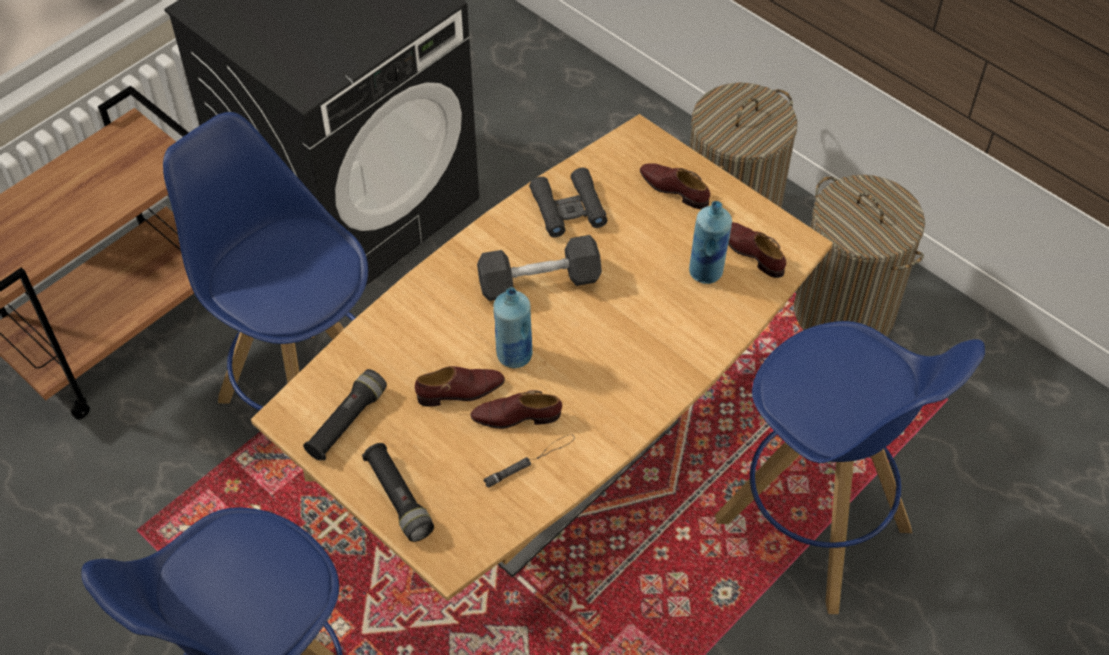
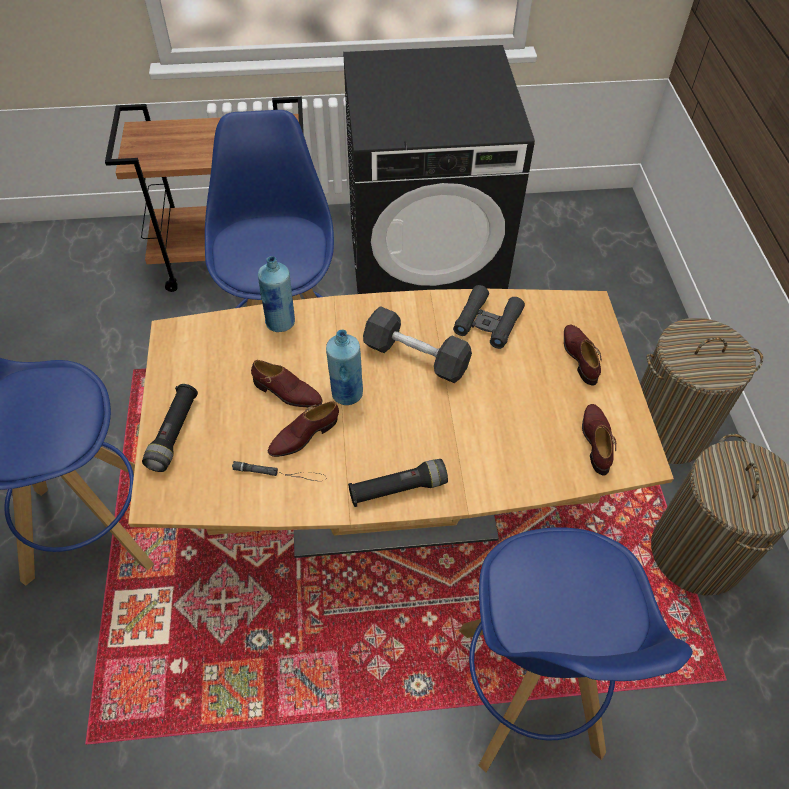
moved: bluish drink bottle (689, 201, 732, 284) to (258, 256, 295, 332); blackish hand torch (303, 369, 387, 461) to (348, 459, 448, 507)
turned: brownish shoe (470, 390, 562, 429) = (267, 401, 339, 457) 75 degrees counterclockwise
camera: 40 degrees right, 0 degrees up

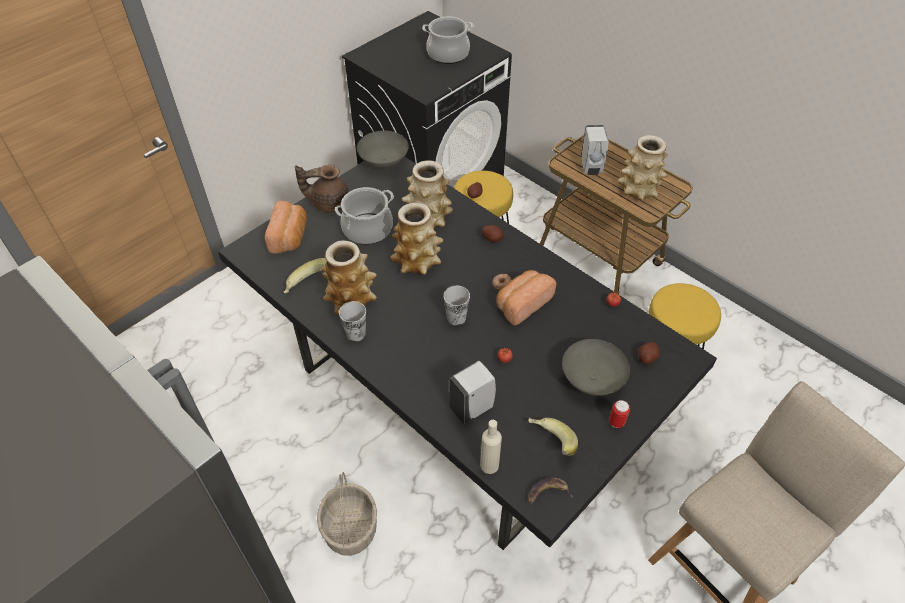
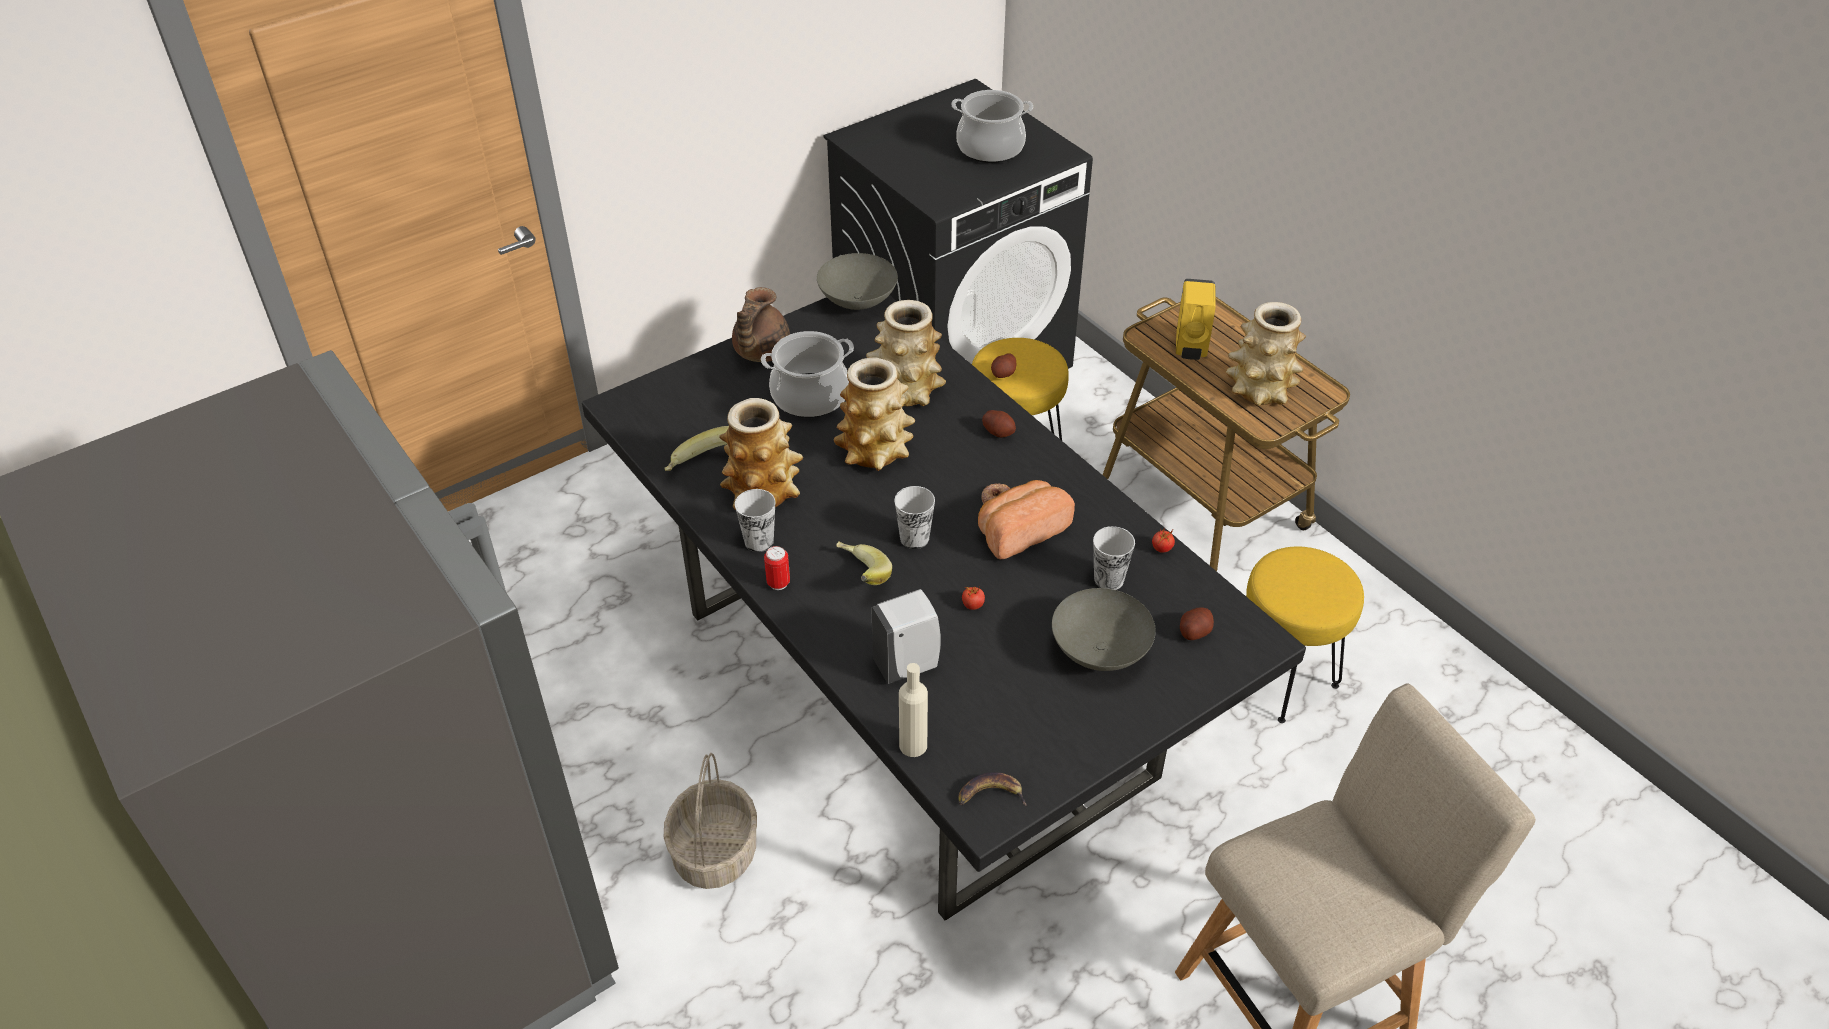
removed: bread (265, 201, 307, 254)
added: small cup (1093, 526, 1135, 590)
moved: can (609, 400, 630, 428) to (764, 546, 790, 590); banana fruit (528, 418, 578, 455) to (836, 541, 892, 585)
recoloured: whitish soap dispenser (581, 125, 609, 175) to yellowish soap dispenser (1176, 279, 1215, 360)
turned: brownish tea pot (295, 165, 349, 212) = (732, 287, 790, 362) 75 degrees counterclockwise
camera: 10 degrees right, 5 degrees down

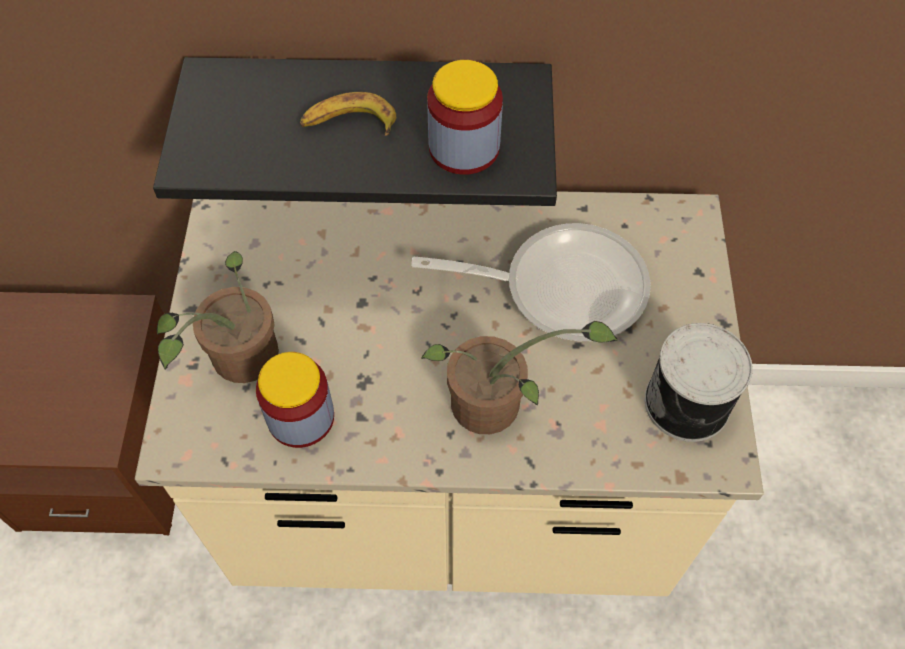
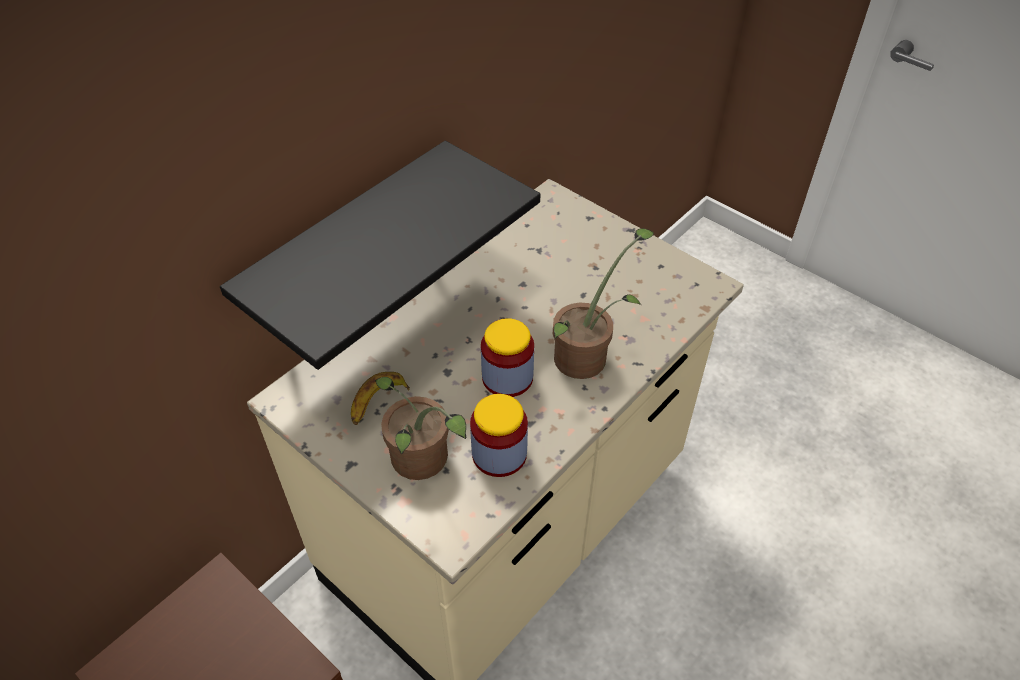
removed: skillet (411, 223, 651, 341); can (644, 323, 753, 442)
moved: banana fruit (300, 92, 396, 136) to (351, 372, 410, 425); preserve jar (427, 60, 503, 175) to (481, 318, 534, 397)
camera: 50 degrees left, 10 degrees down

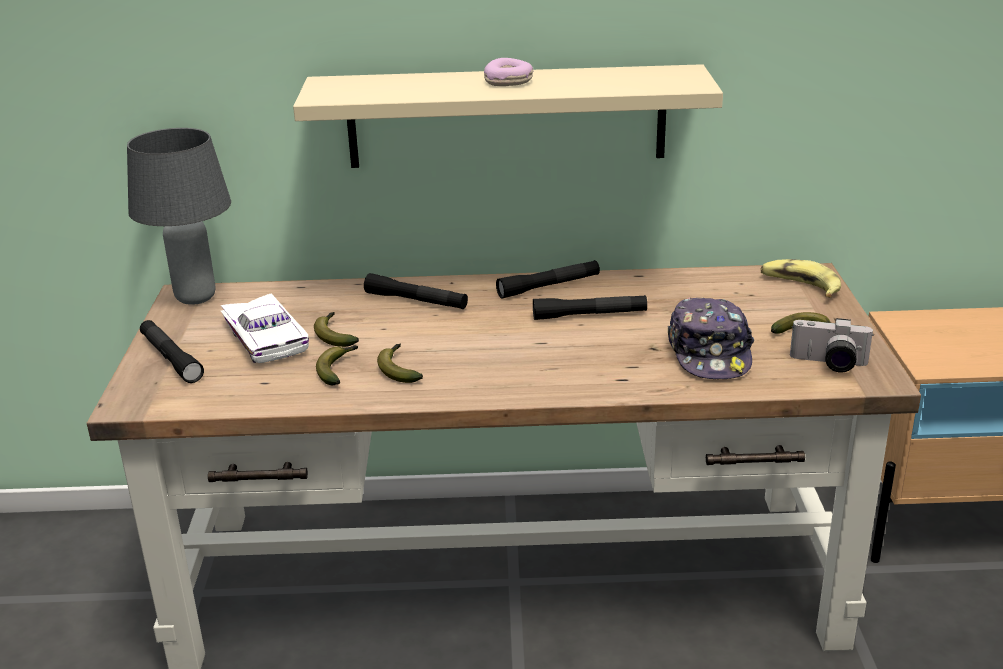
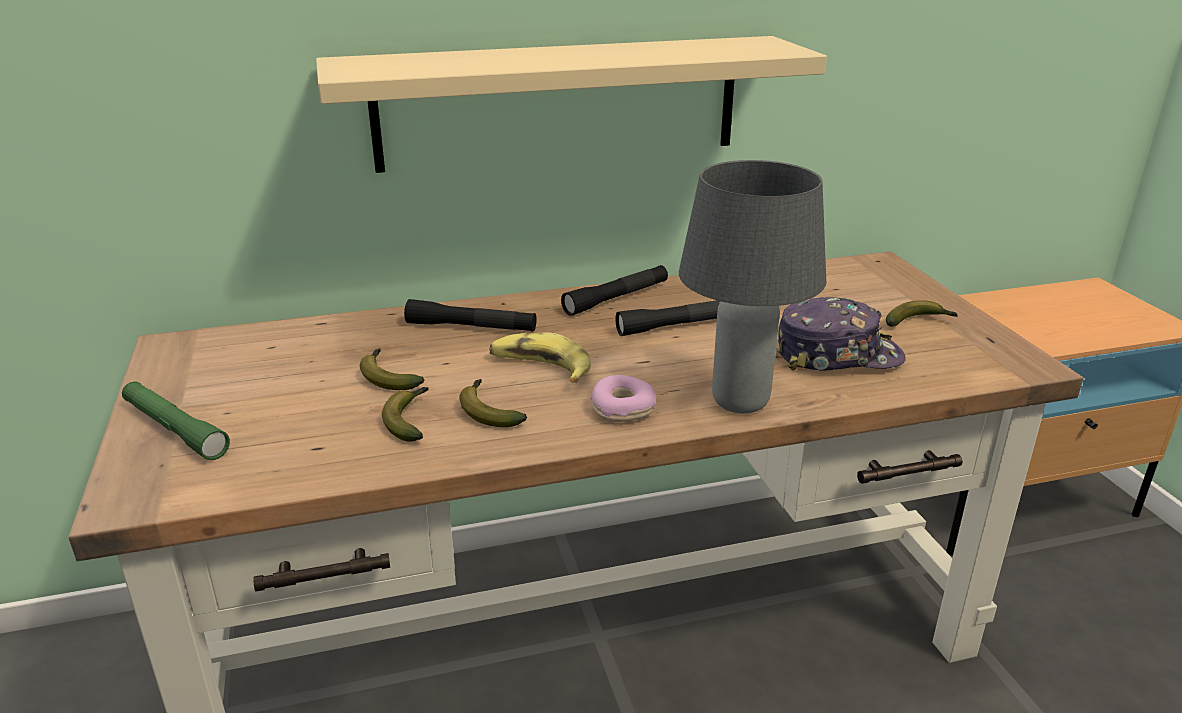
removed: whitish miniature car (221, 294, 309, 363); still camera (790, 318, 874, 373)
moved: banana fruit (761, 259, 841, 298) to (489, 333, 591, 383); doughnut (484, 58, 533, 86) to (590, 375, 656, 422); gray table lamp (127, 128, 231, 305) to (679, 160, 826, 413)
recoloured: blackish hand torch (140, 320, 204, 383) to greenish hand torch (122, 381, 230, 460)
turned: baseball cap (668, 297, 754, 379) = (776, 297, 906, 371) 75 degrees counterclockwise
camera: 15 degrees left, 0 degrees up

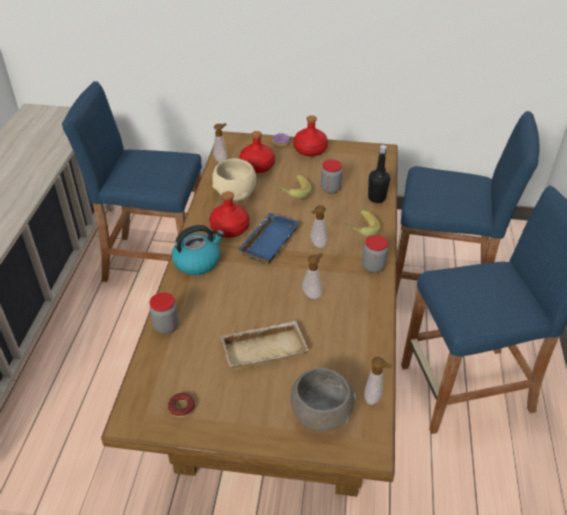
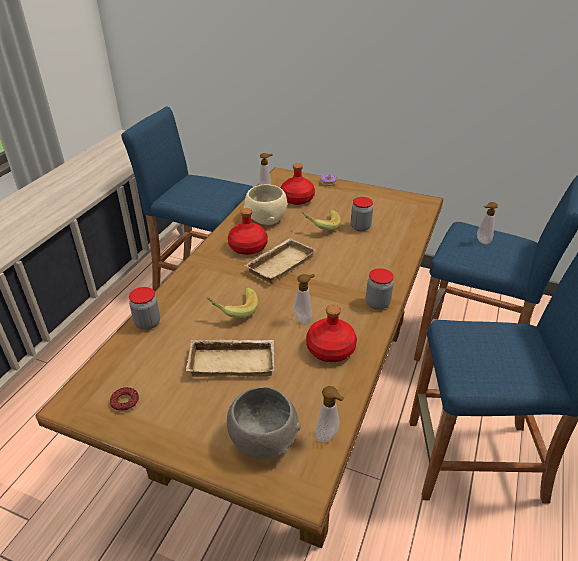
removed: kettle (172, 225, 224, 275); blackish drink bottle (368, 145, 390, 203)
moved: banana fruit (345, 210, 380, 237) to (206, 287, 258, 318); red drink bottle (293, 115, 328, 156) to (306, 305, 357, 362); soap dispenser (310, 205, 327, 248) to (477, 202, 498, 244)
recoloured: bluish tray (238, 213, 300, 264) to sand-coloured tray (245, 238, 315, 284)
camera: 15 degrees right, 5 degrees down

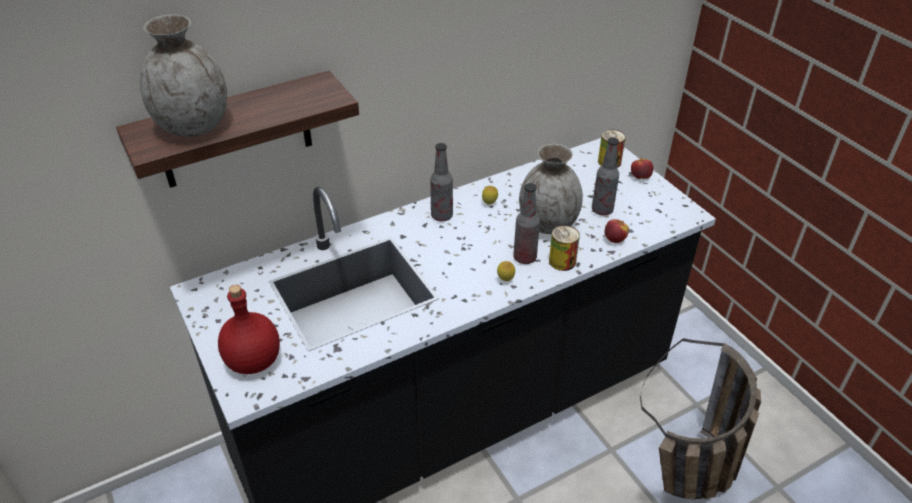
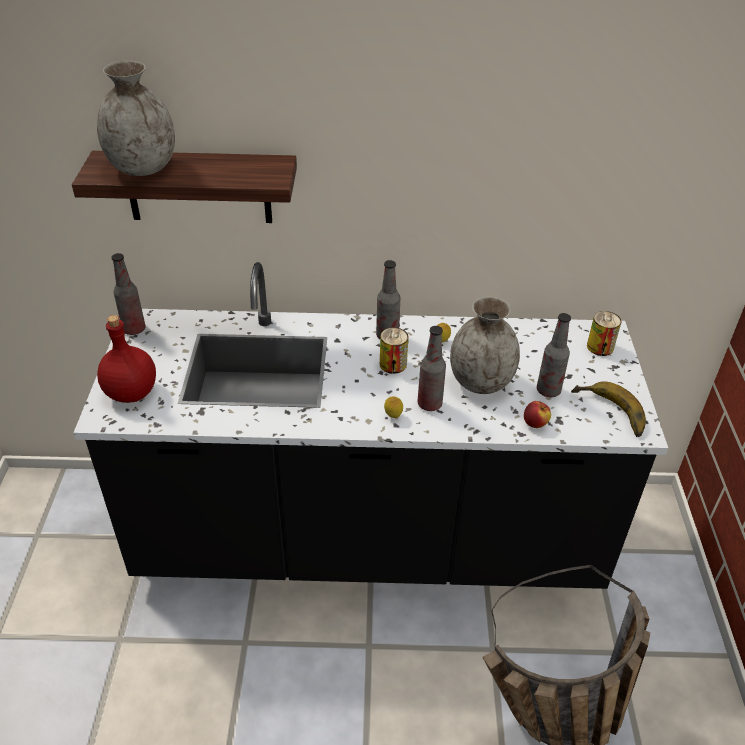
removed: apple fruit (631, 157, 653, 179)
added: drink bottle (111, 253, 146, 335); banana fruit (571, 381, 646, 437)
moved: can (549, 225, 580, 271) to (380, 328, 409, 374)
camera: 30 degrees right, 0 degrees up

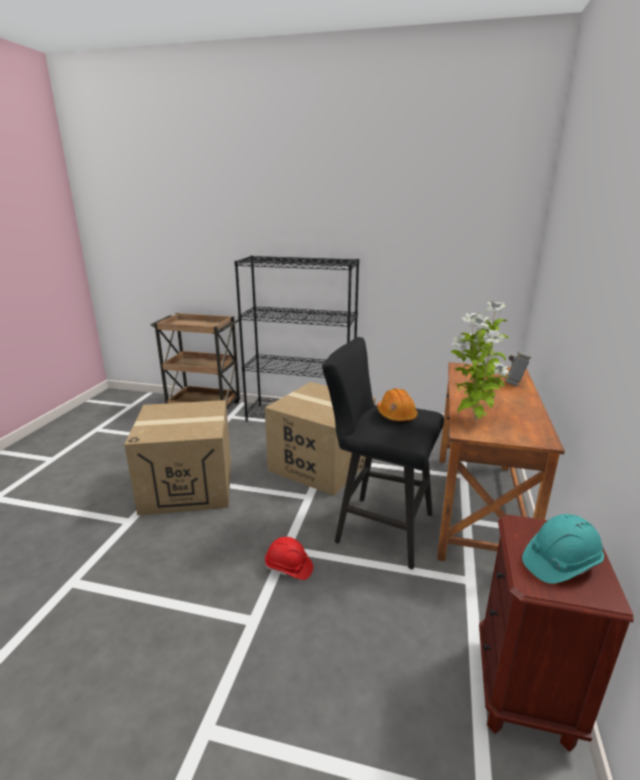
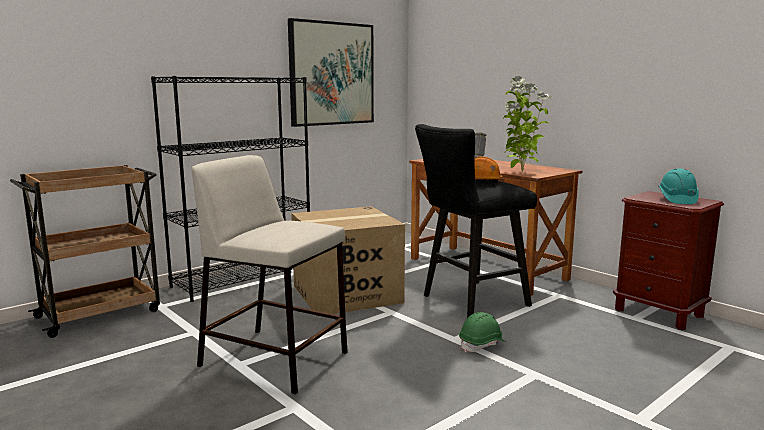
added: wall art (288, 18, 374, 127)
replaced: packing box (124, 400, 231, 516) to sand-coloured stool seat (192, 155, 348, 394)
recoloured: red safety helmet (265, 537, 313, 580) to greenish safety helmet (459, 312, 506, 352)
camera: 55 degrees left, 10 degrees down

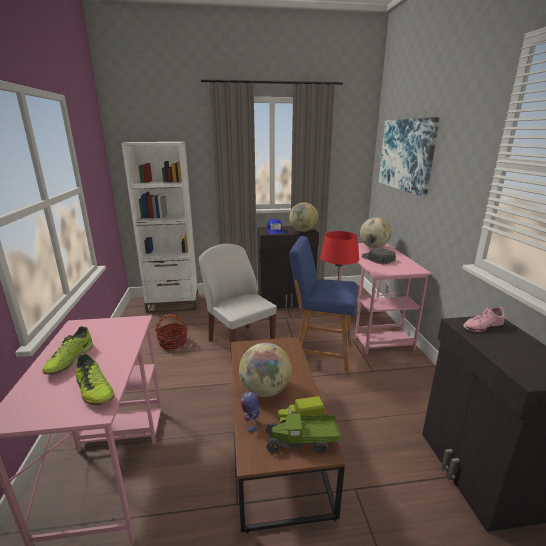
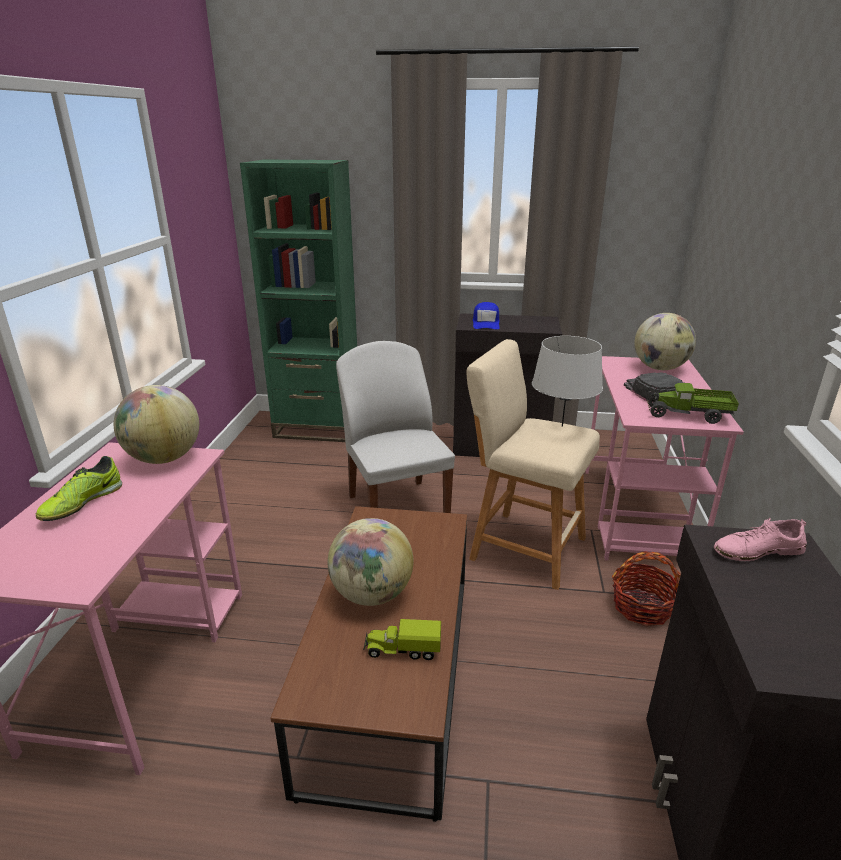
removed: shoe (76, 354, 114, 405); model robot (240, 373, 260, 433); wall art (379, 117, 440, 197)
moved: globe (289, 202, 318, 232) to (114, 385, 199, 464); household basket (155, 314, 188, 350) to (612, 551, 681, 626); toy lorry (265, 413, 341, 453) to (647, 383, 739, 424)
recoloured: whitish bookshelf (121, 142, 198, 313) to greenish bookshelf (240, 160, 357, 442); bluish stool seat (289, 236, 358, 374) to sand-coloured stool seat (466, 339, 600, 590); red table lamp (320, 231, 359, 279) to gray table lamp (532, 336, 603, 427)
camera: 15 degrees right, 5 degrees up

